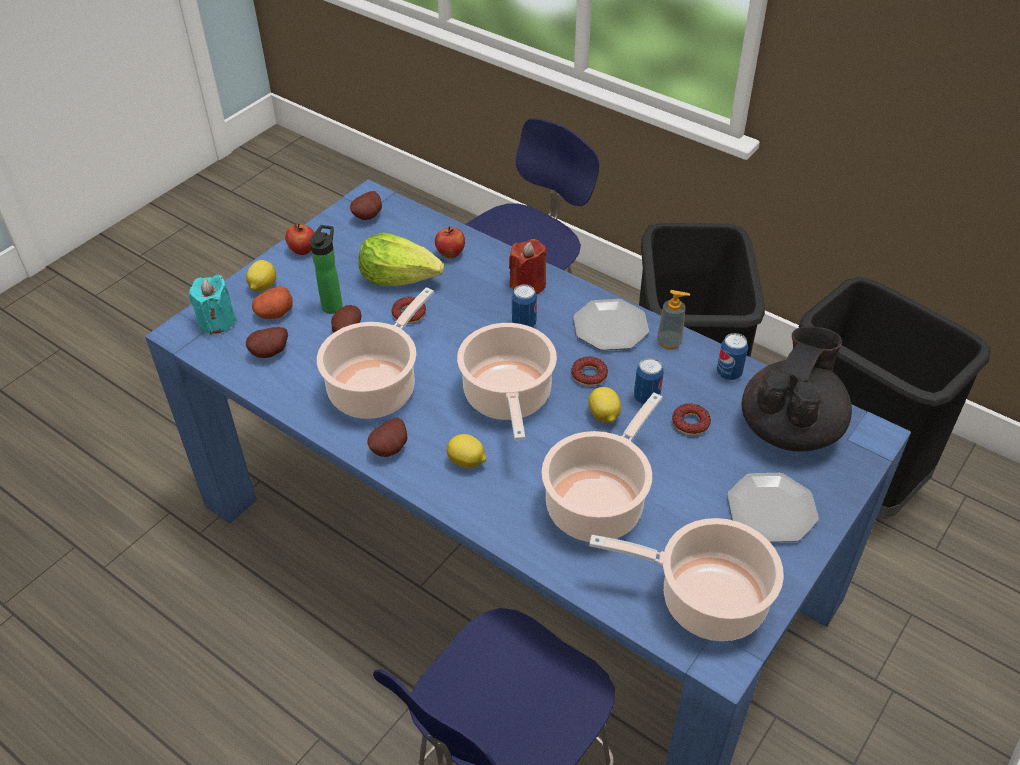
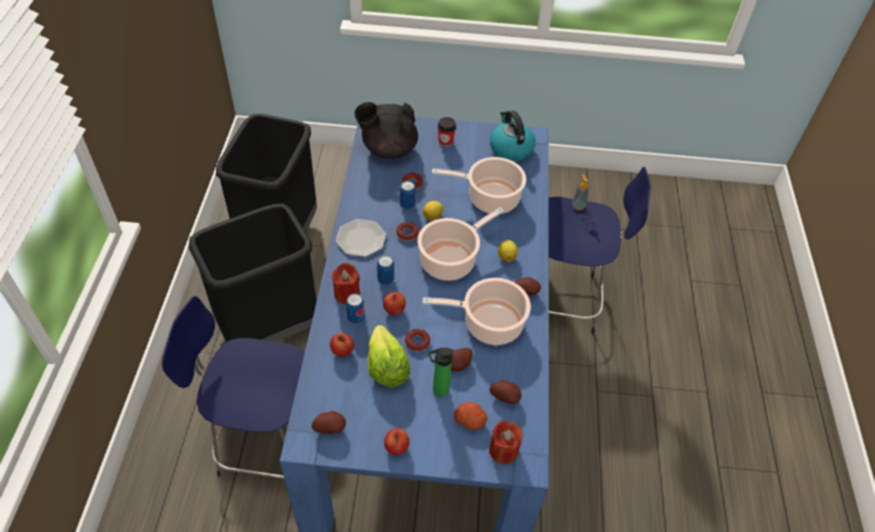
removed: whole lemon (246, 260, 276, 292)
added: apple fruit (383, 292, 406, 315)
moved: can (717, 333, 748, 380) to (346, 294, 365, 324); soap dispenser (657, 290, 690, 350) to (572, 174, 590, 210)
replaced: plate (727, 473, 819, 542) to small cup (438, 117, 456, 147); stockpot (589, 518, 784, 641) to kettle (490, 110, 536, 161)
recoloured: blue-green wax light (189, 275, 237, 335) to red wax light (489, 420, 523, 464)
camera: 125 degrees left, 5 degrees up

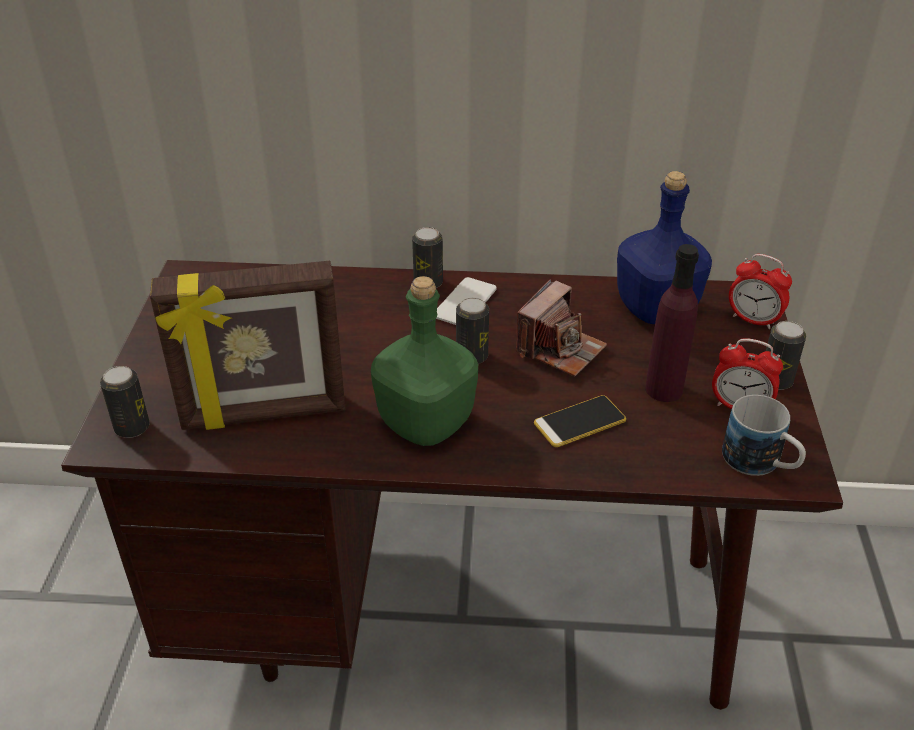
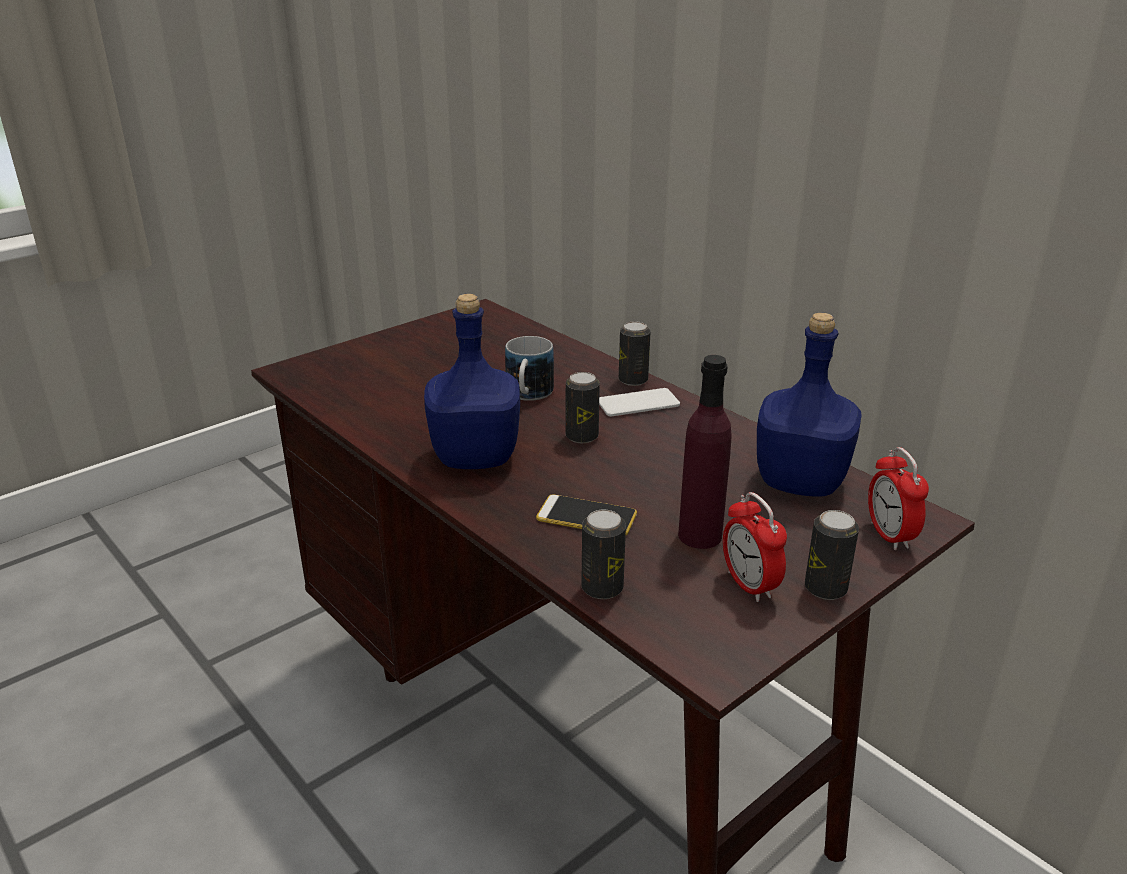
removed: picture frame (150, 261, 346, 430); still camera (516, 279, 607, 377)
moved: tea mug (722, 395, 806, 476) to (505, 336, 554, 401); can (100, 366, 150, 438) to (581, 510, 626, 599)
recoloured: greenish drink bottle (371, 276, 478, 446) to bluish drink bottle (424, 294, 520, 469)
camera: 45 degrees right, 10 degrees down

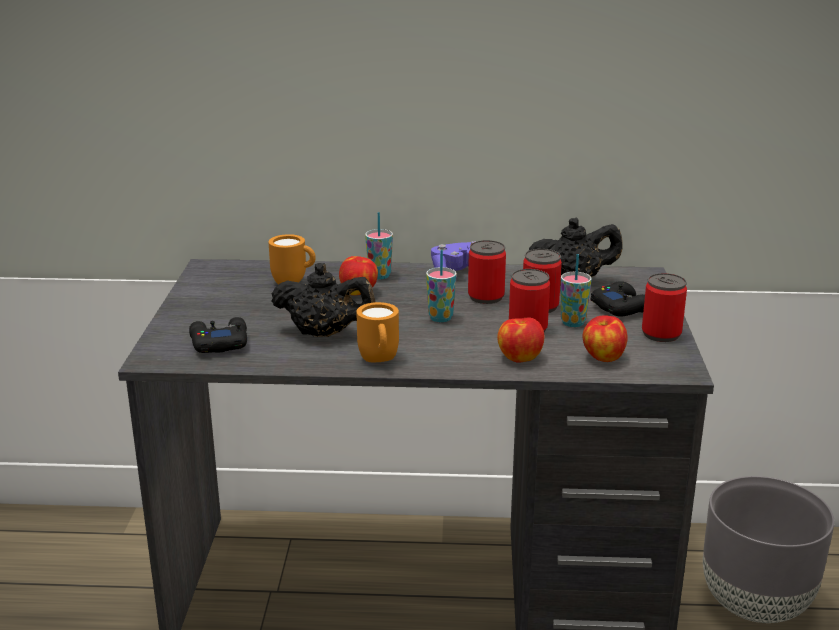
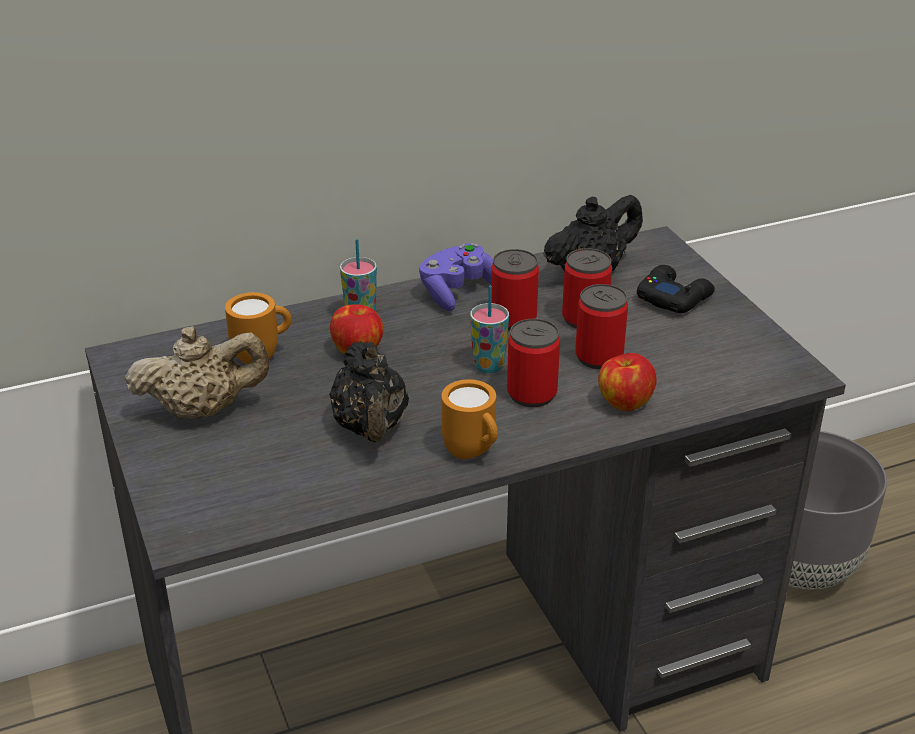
removed: blackish gamepad (189, 317, 247, 353); small cup (561, 254, 592, 327); apple fruit (583, 315, 628, 362)
added: sand-coloured tea pot (125, 326, 269, 420)
moved: can (642, 273, 687, 342) to (507, 319, 560, 407)
turned: blackish tea pot (271, 263, 376, 337) = (329, 341, 409, 442) 90 degrees clockwise
camera: 25 degrees left, 10 degrees up

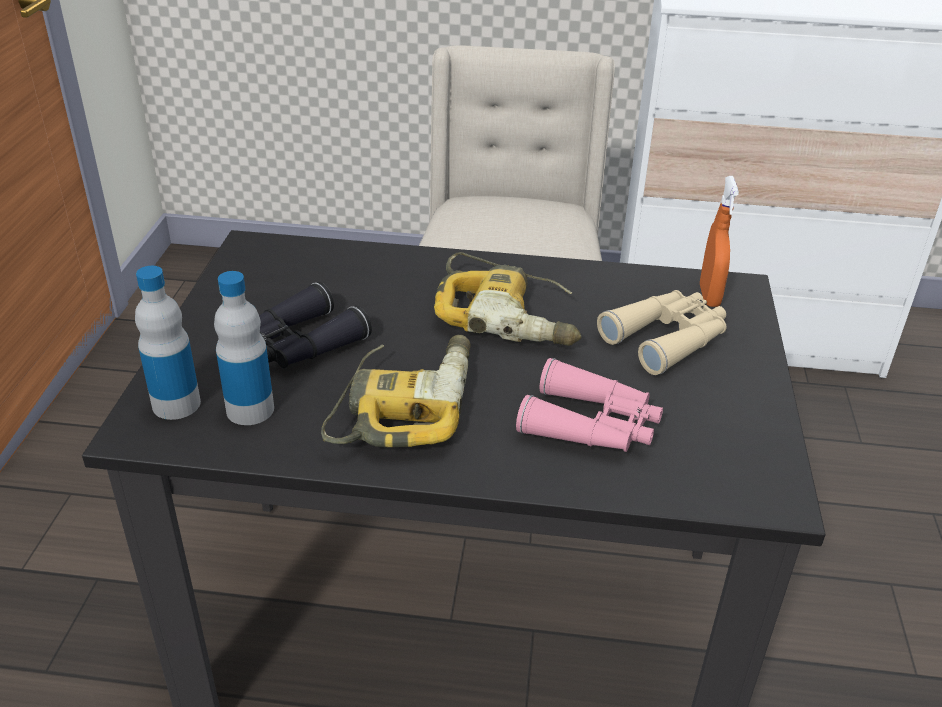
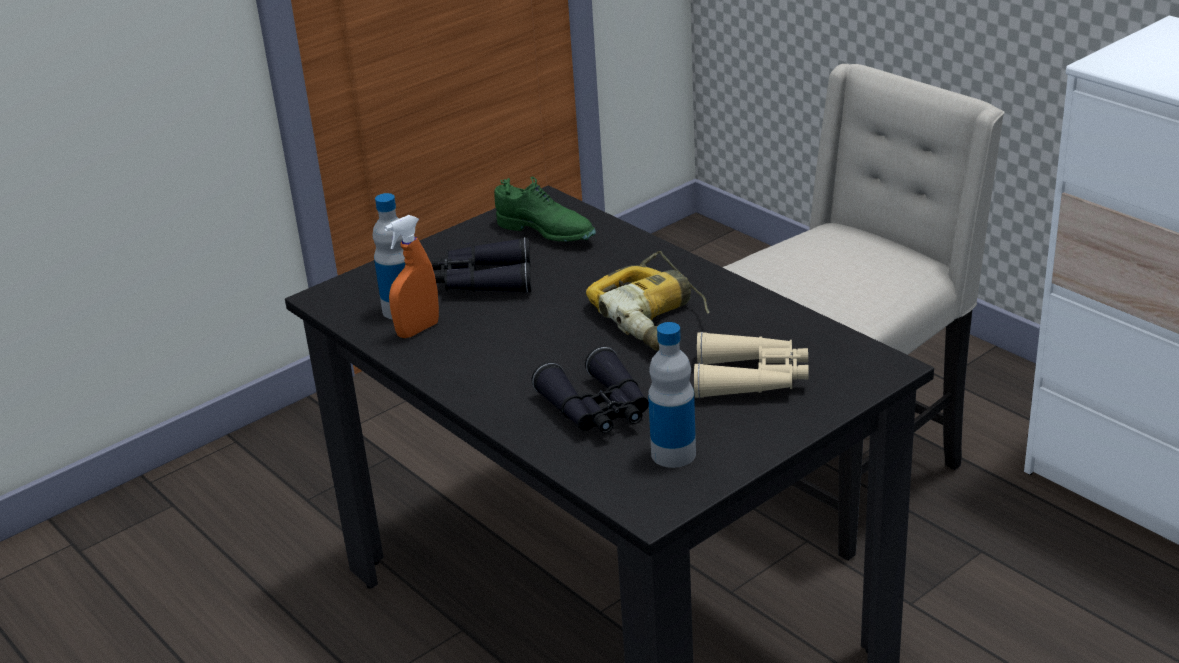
removed: power drill (321, 335, 471, 447)
added: greenish shoe (494, 176, 596, 242)
moved: orangey hand sprayer (700, 176, 739, 307) to (384, 215, 439, 338); drink bottle (135, 266, 201, 420) to (648, 322, 696, 468)
recoloured: pink-coloured field glasses (516, 358, 663, 452) to blackish field glasses (531, 346, 649, 433)
camera: 45 degrees right, 5 degrees down

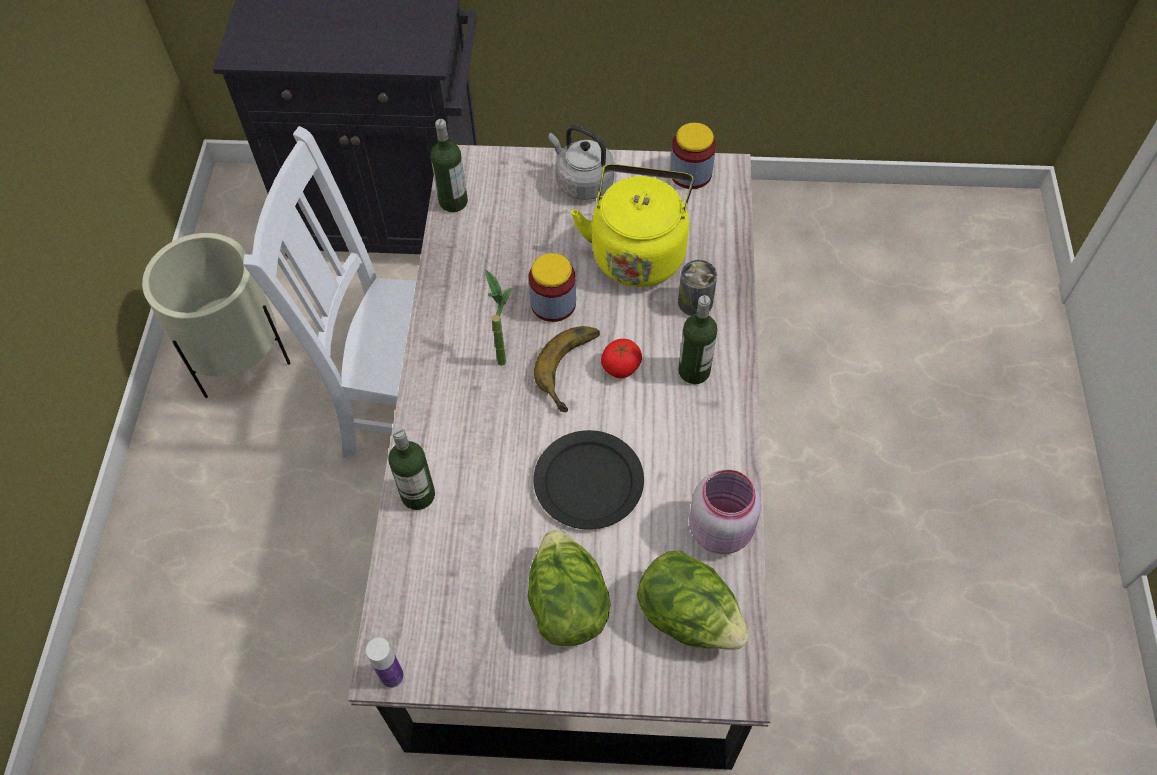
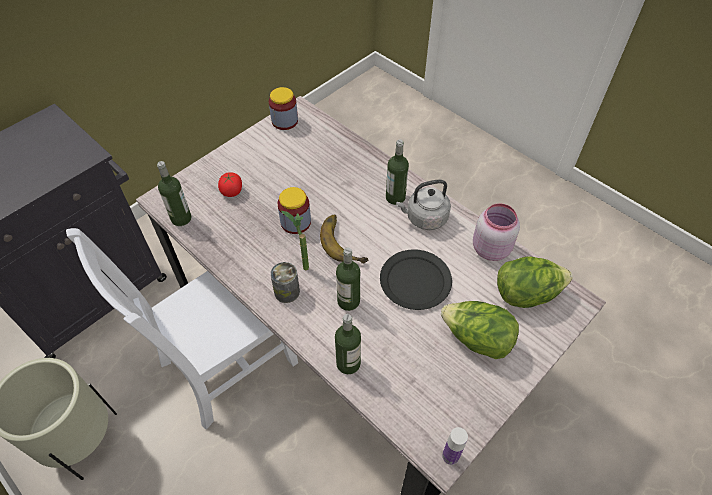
removed: yellowish kettle (571, 164, 694, 287)
added: drink bottle (336, 248, 360, 311)
moved: whole tomato (601, 339, 642, 378) to (218, 172, 242, 197); can (678, 260, 717, 316) to (270, 262, 300, 303); gray kettle (548, 125, 615, 200) to (396, 179, 451, 230)
camera: 50 degrees left, 5 degrees down

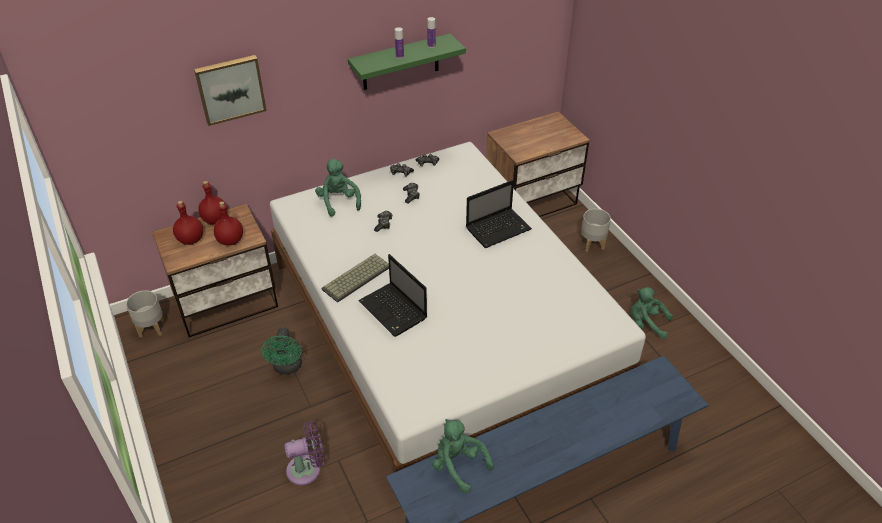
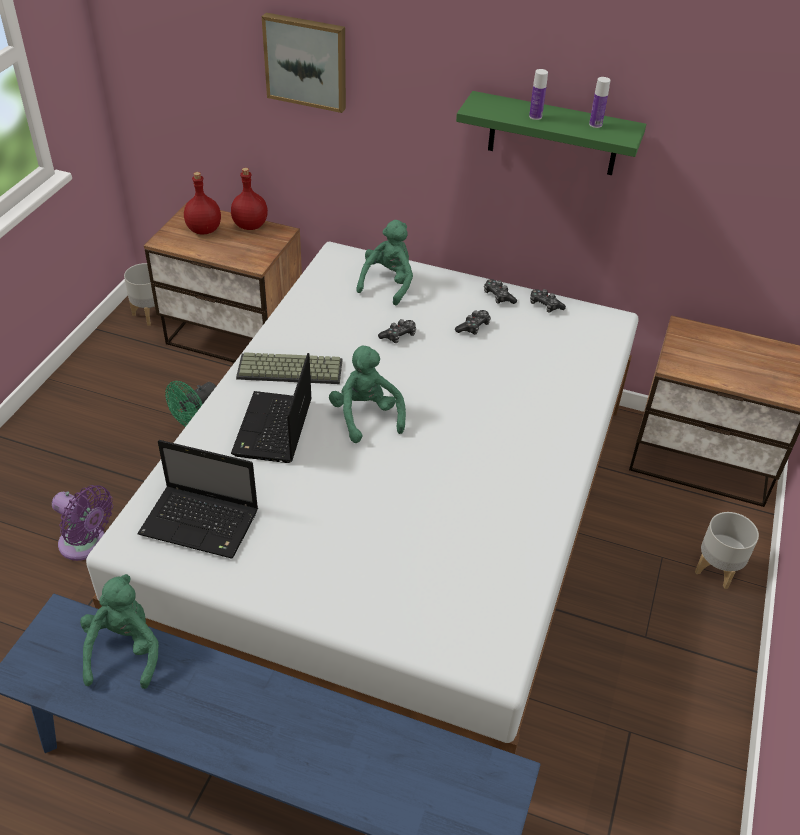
removed: red drink bottle (214, 201, 243, 246)
moved: laptop (466, 180, 532, 248) to (137, 440, 258, 559); greenish cuddly toy (631, 287, 673, 339) to (329, 345, 406, 443)
camera: 45 degrees right, 0 degrees up

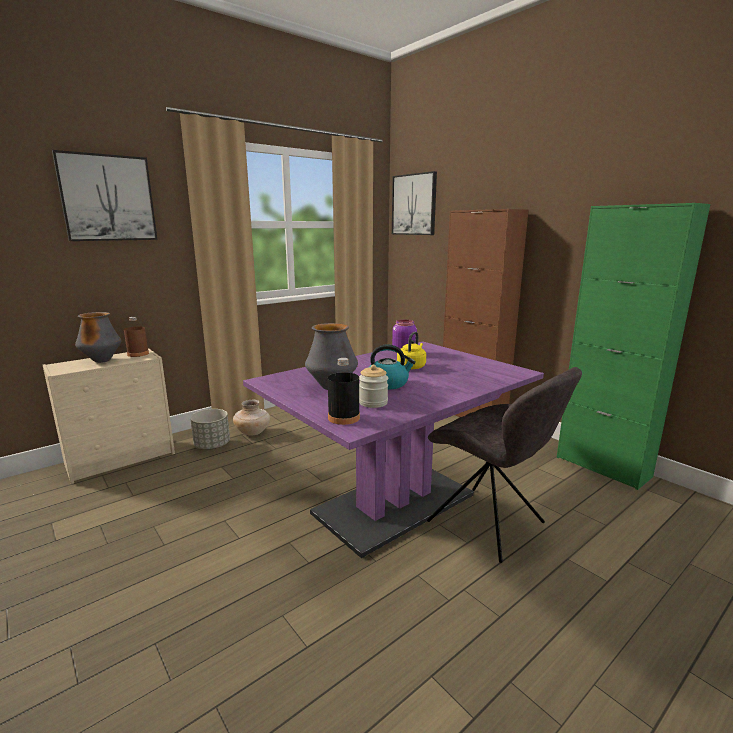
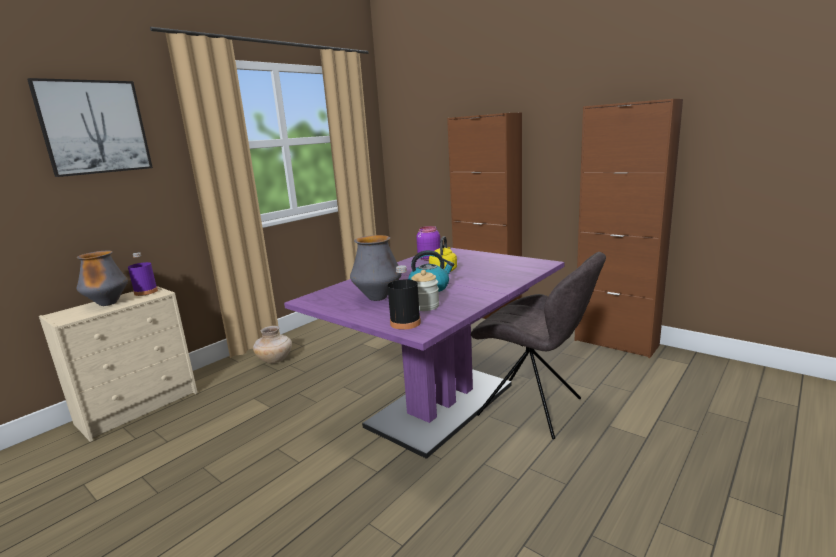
removed: gray flower pot (190, 409, 230, 449); wall art (392, 171, 437, 235)
recoloured: brownish drink bottle (124, 317, 149, 357) to purple-coloured drink bottle (128, 252, 158, 296); greenish storage cabinet (557, 203, 710, 490) to brownish storage cabinet (575, 99, 683, 358)
camera: 10 degrees left, 0 degrees up

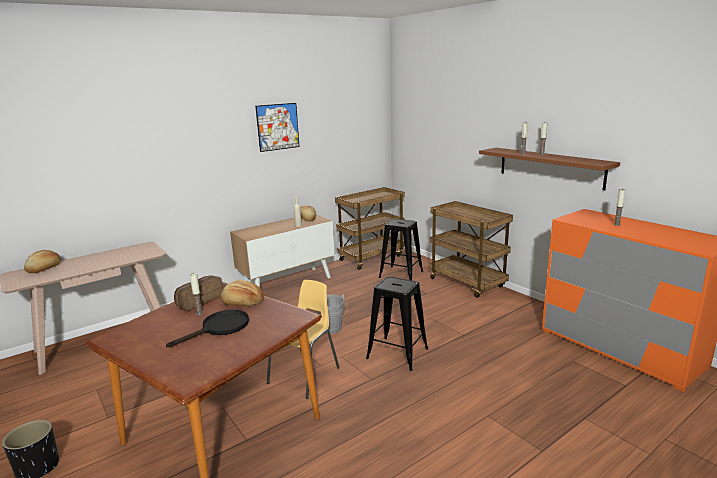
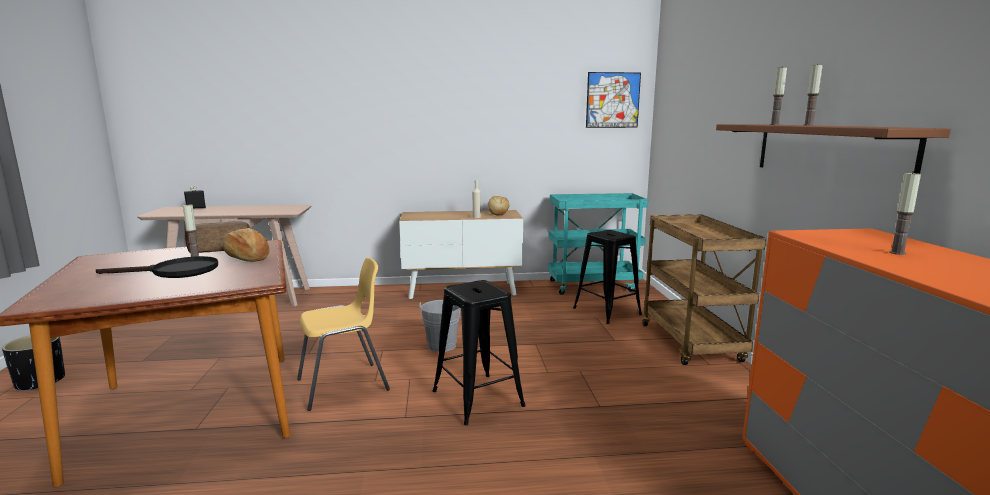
moved: wall art (255, 103, 300, 152) to (586, 72, 641, 128)
replaced: bread (24, 250, 61, 273) to blackish drink bottle (184, 186, 206, 209)
recoloured: brownish wheeled cart (335, 187, 405, 270) to blue-green wheeled cart (548, 193, 648, 295)
camera: 30 degrees right, 5 degrees down

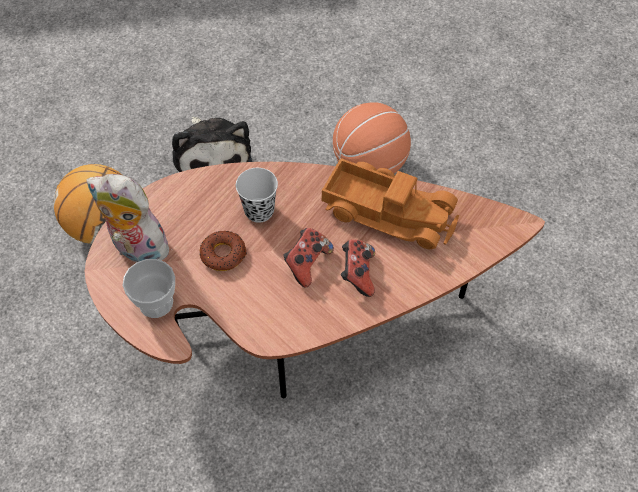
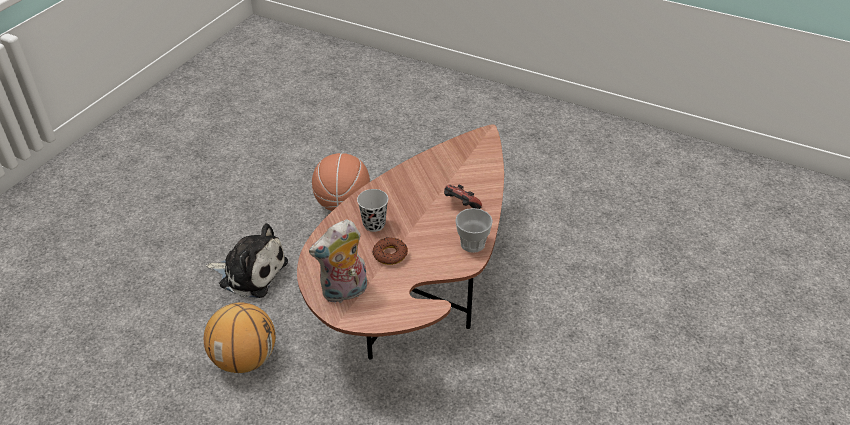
removed: gamepad (283, 228, 334, 288); toy lorry (322, 158, 459, 249)
moved: small cup (122, 259, 175, 318) to (455, 208, 493, 253)
camera: 55 degrees left, 15 degrees down

